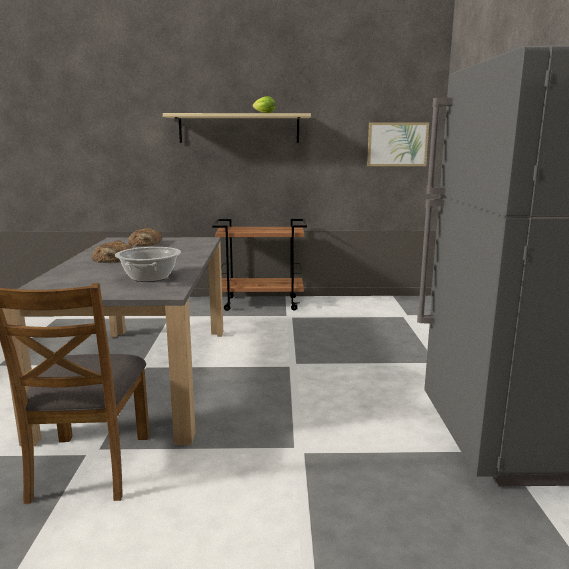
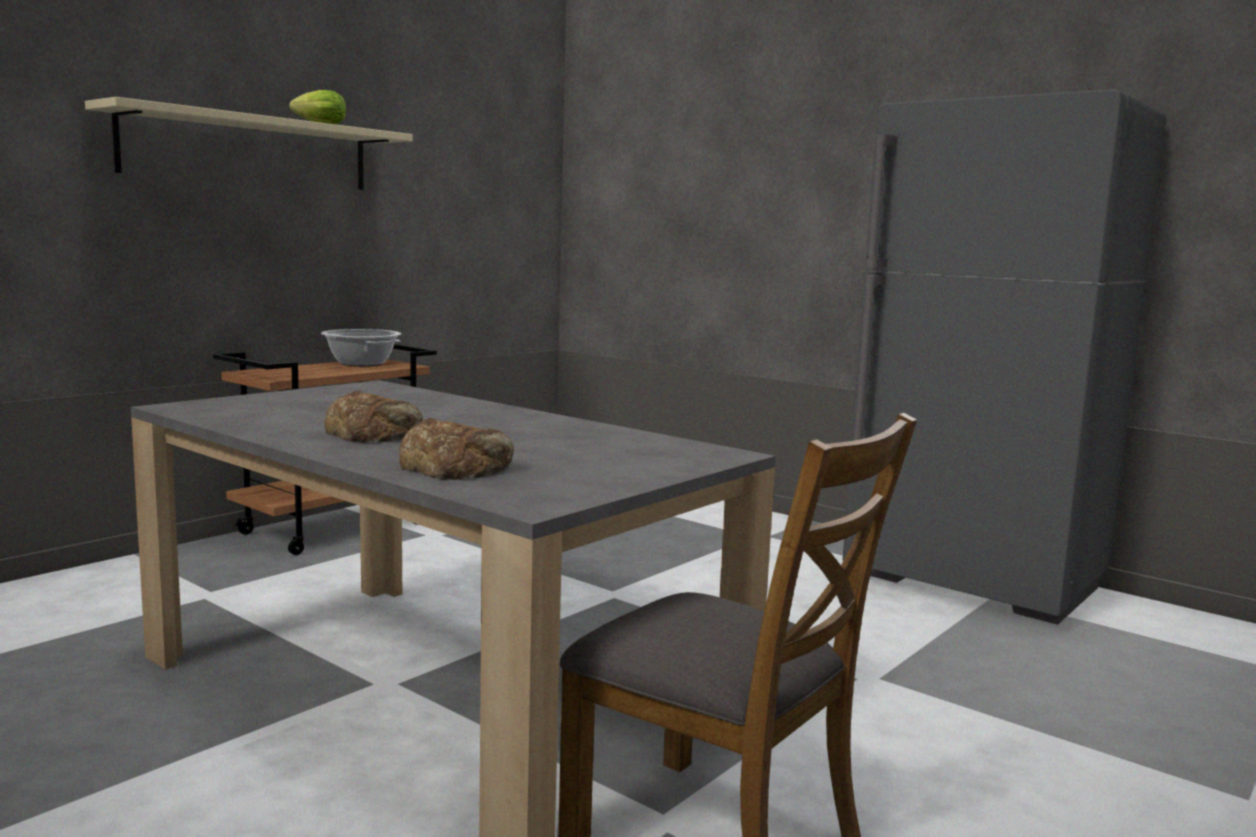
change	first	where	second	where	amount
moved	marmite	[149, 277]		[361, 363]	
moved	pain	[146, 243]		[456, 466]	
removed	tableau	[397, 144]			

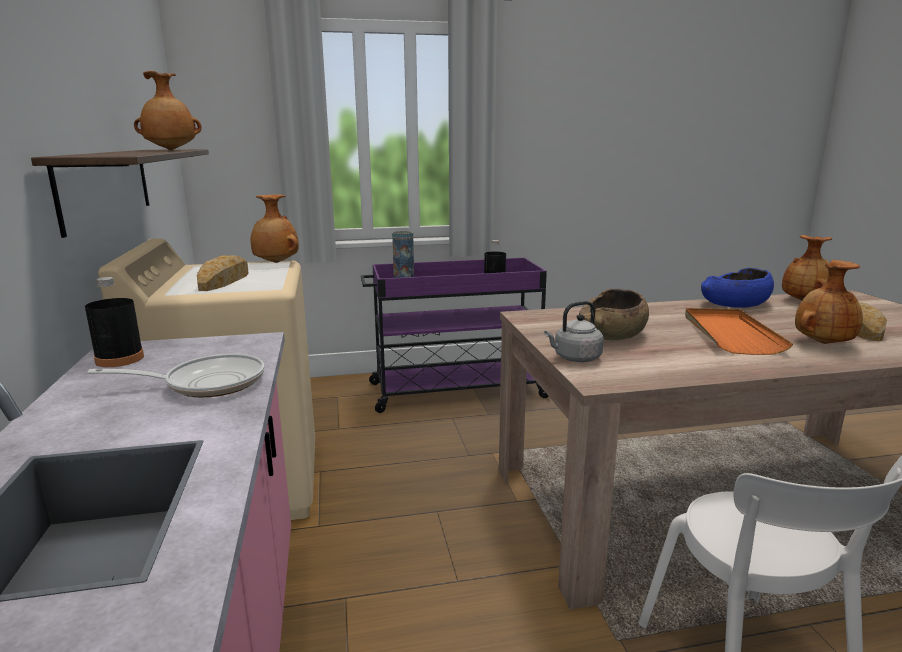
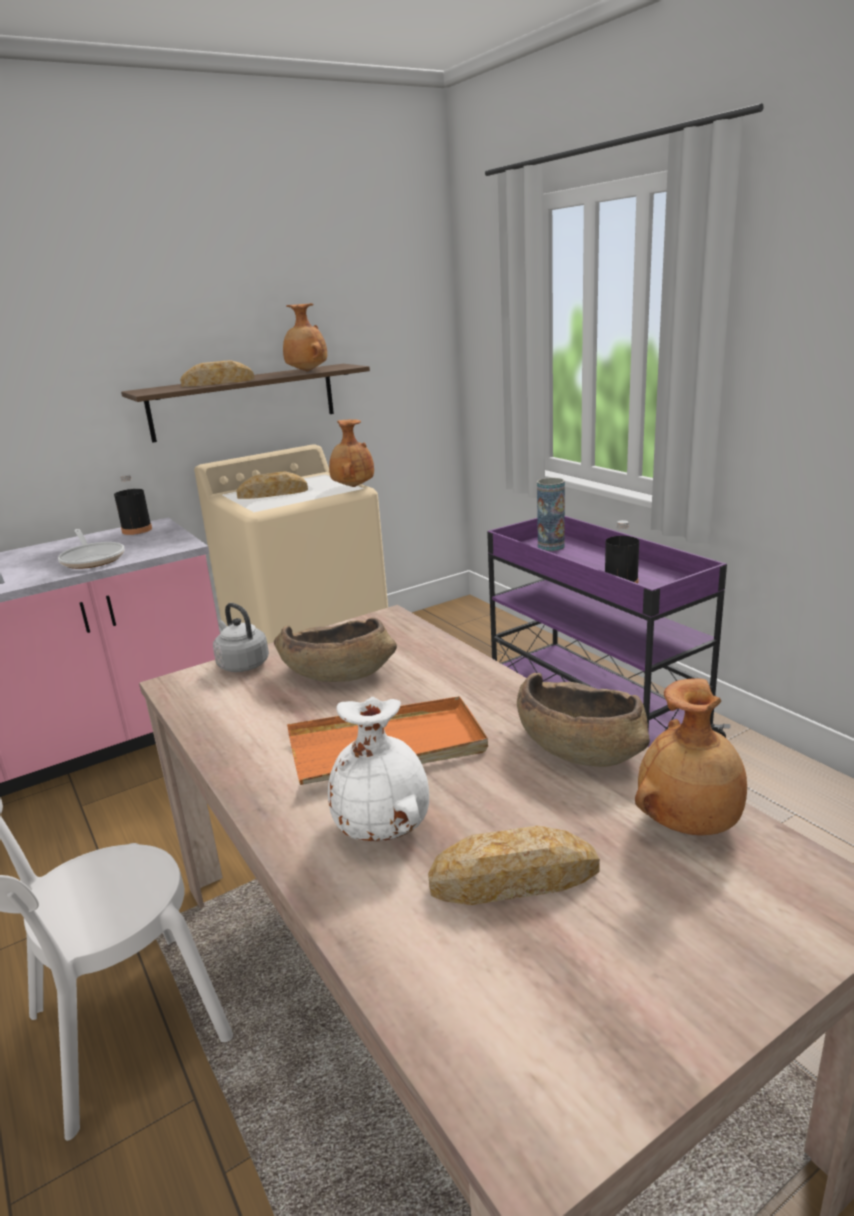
change	first	where	second	where	amount
recoloured	bol/bleu	[735, 304]	bol/marron	[578, 746]	
recoloured	vase/marron	[822, 343]	vase/blanc	[384, 828]	
added			pain	[218, 382]	

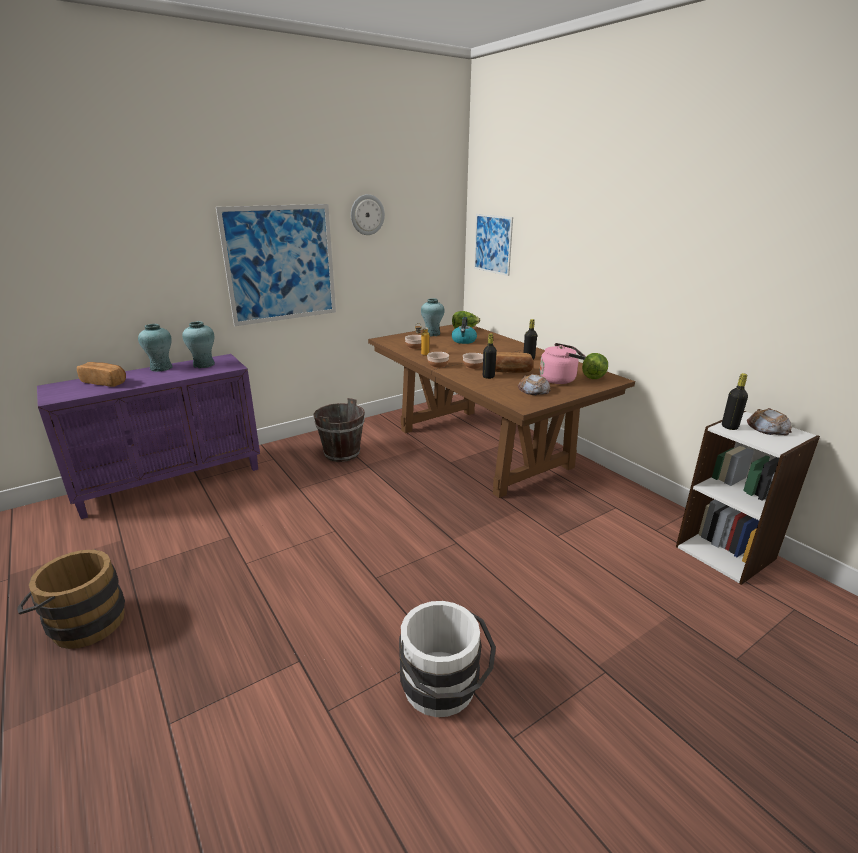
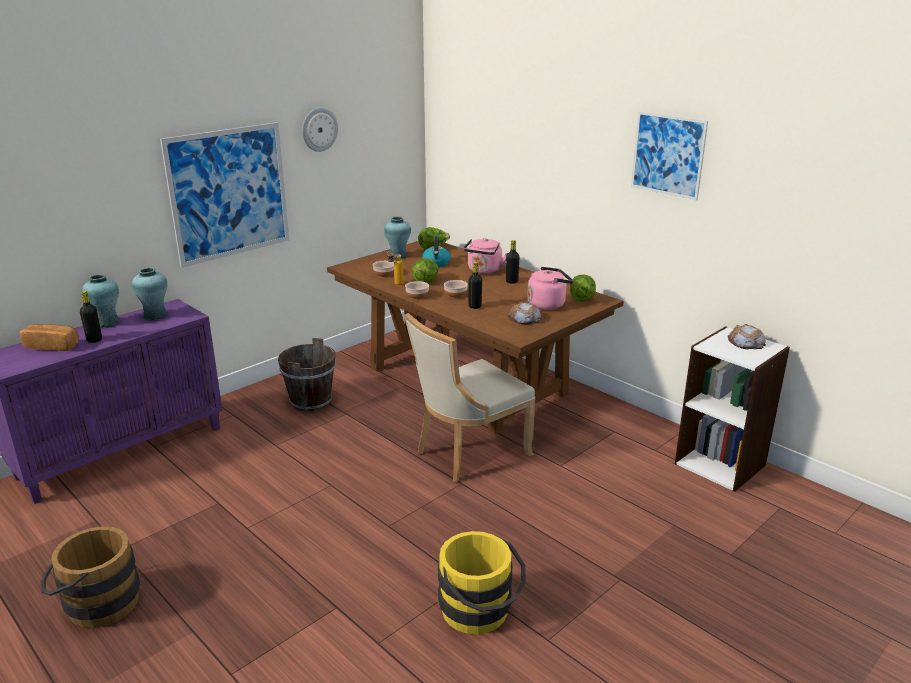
change	first	where	second	where	amount
recoloured	seau/blanc	[443, 690]	seau/jaune	[479, 613]	
moved	tableau	[492, 244]		[668, 155]	
removed	pain	[510, 371]			
moved	bouteille/noir	[729, 427]		[94, 340]	
added			chaise/beige	[468, 453]	
added			laitue	[426, 281]	
added			bouilloire/rose	[484, 271]	

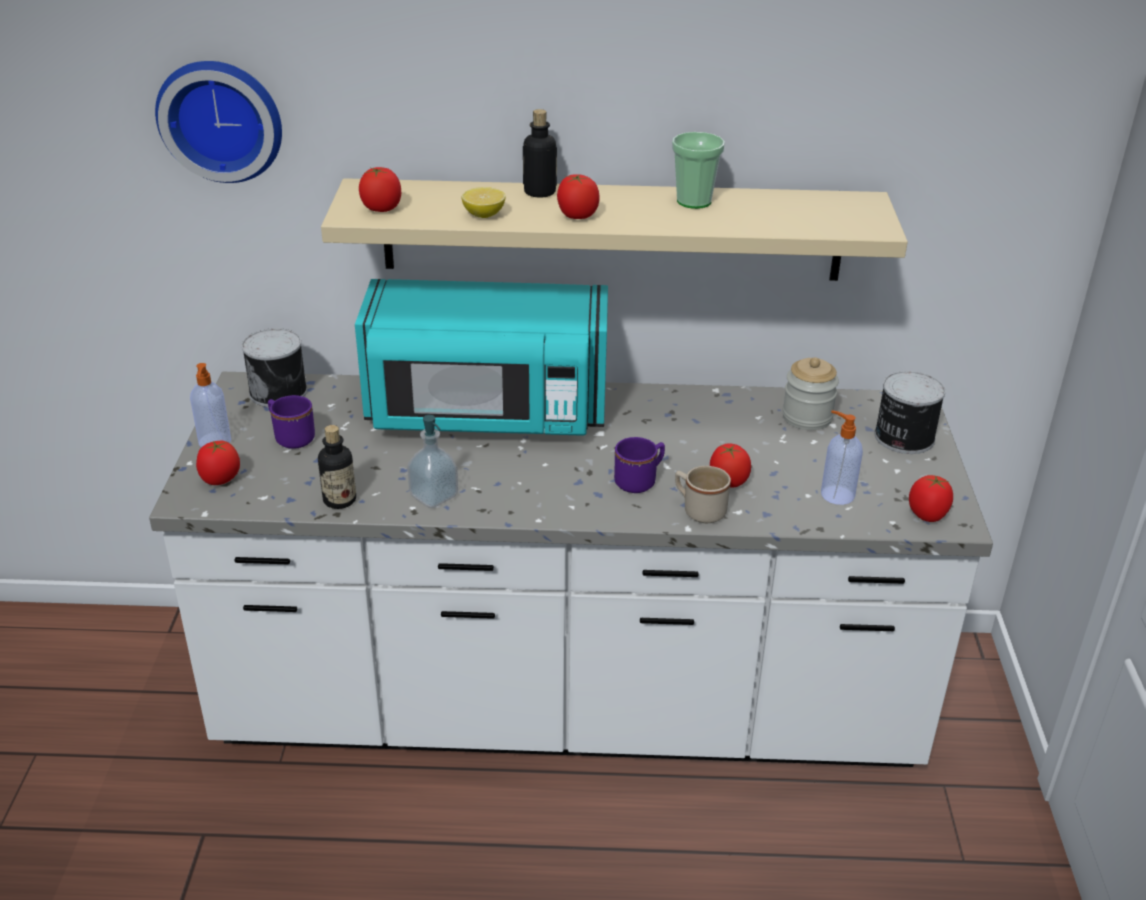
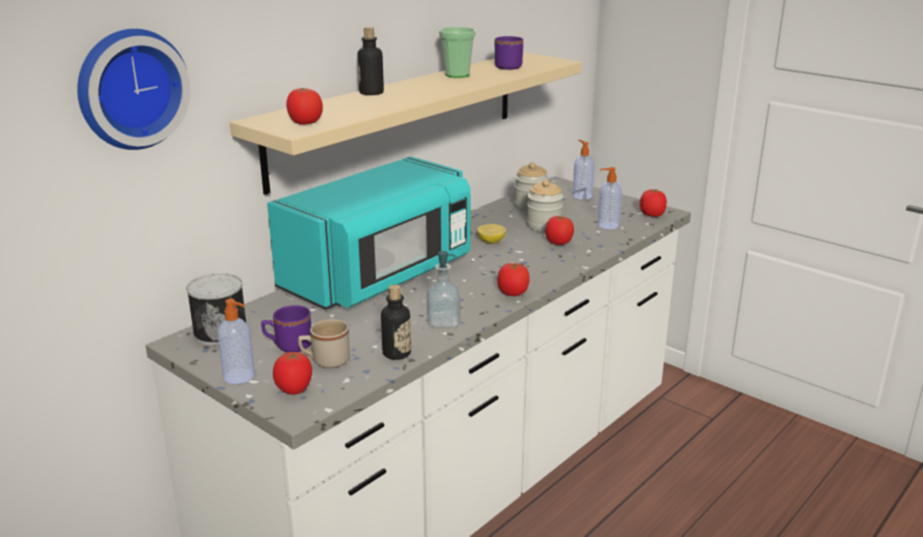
change	first	where	second	where	amount
moved	citron	[484, 215]		[491, 242]	
moved	tomate	[577, 216]		[513, 293]	
moved	mug/violet	[640, 481]		[508, 66]	
moved	mug/beige	[699, 510]		[325, 361]	
replaced	boîte métallique	[902, 437]	distributeur de savon	[581, 195]	
added			bocal	[543, 226]	

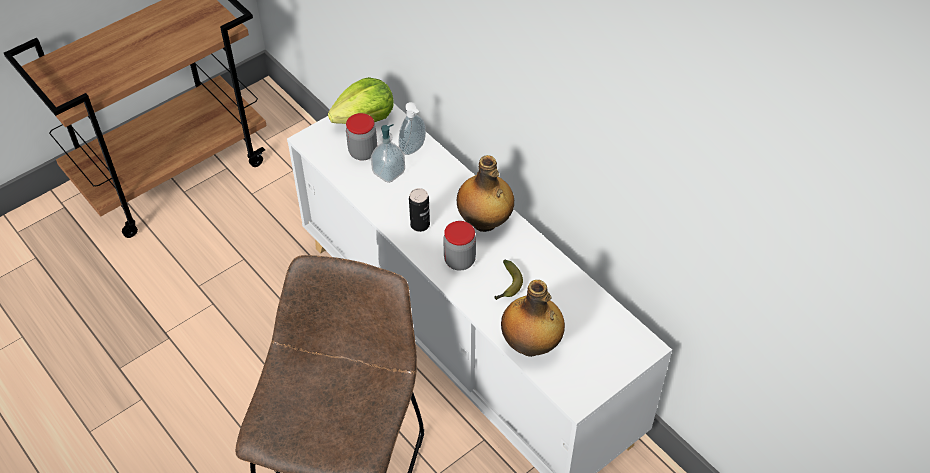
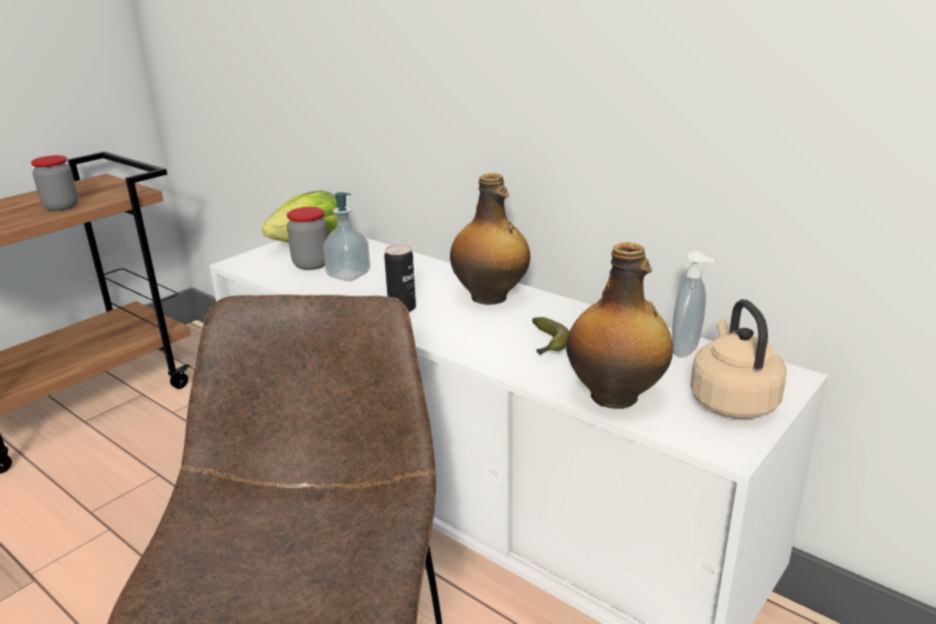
change	first	where	second	where	amount
moved	distributeur de savon	[414, 150]		[688, 351]	
moved	bocal	[459, 260]		[61, 207]	
added			bouilloire/beige	[731, 400]	

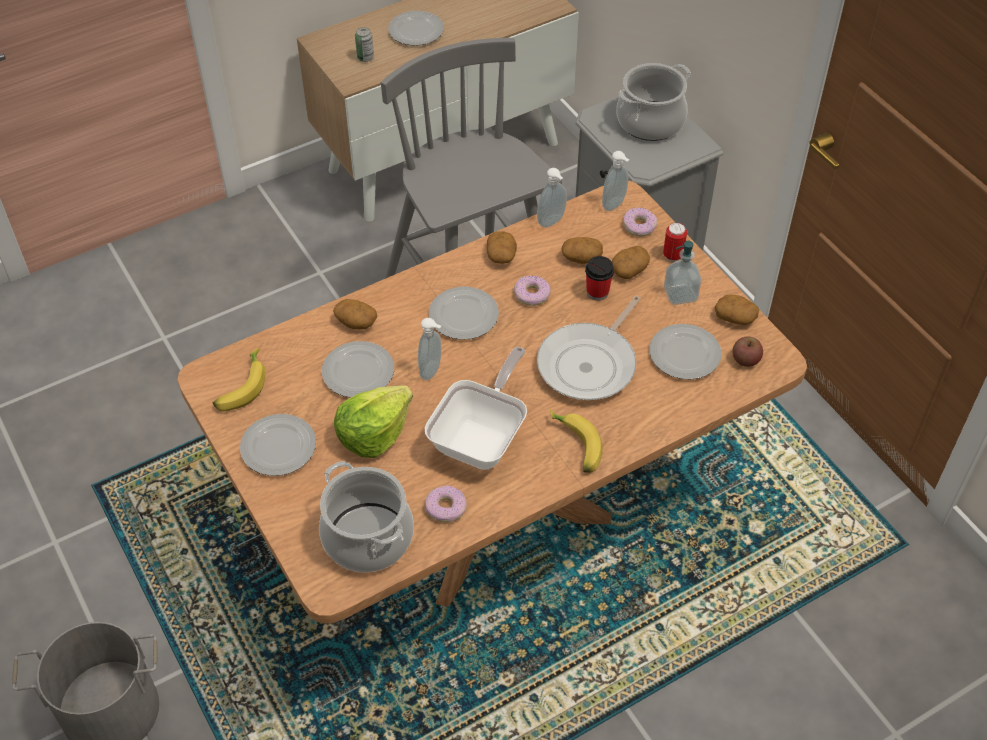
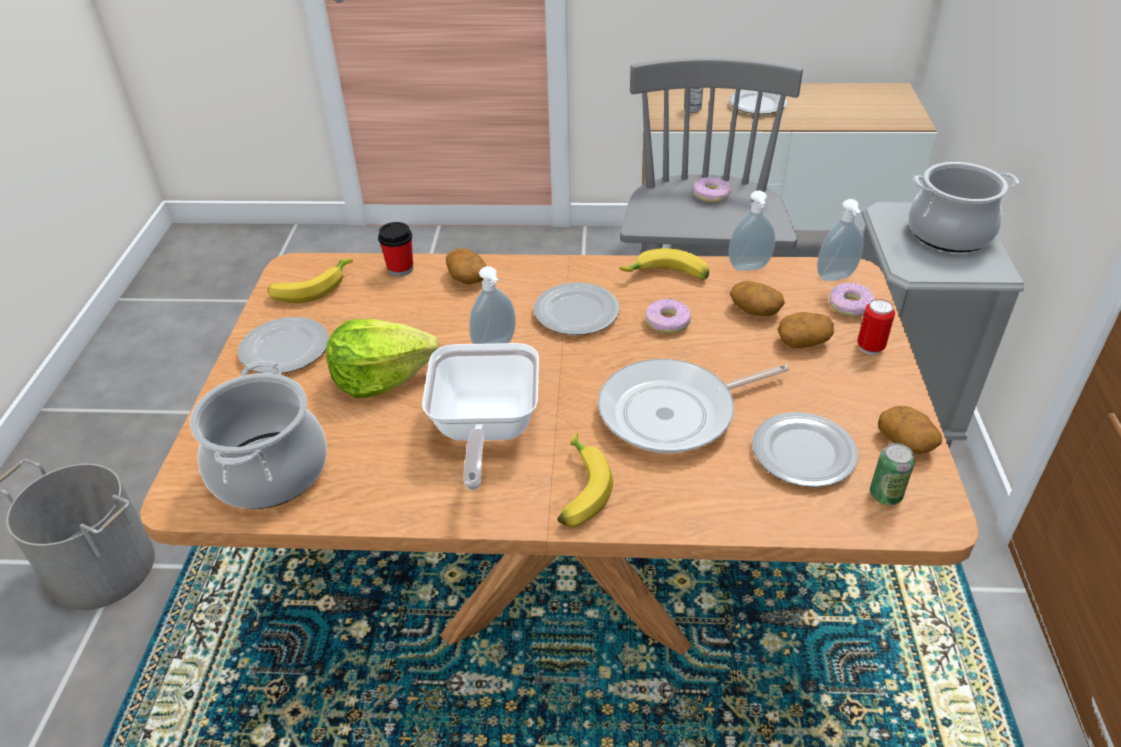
change	first	where	second	where	amount
removed	assiette	[358, 371]			
turned	poêle	[482, 437]		[484, 431]	120 degrees clockwise
moved	beignet	[446, 507]		[711, 195]	
replaced	pomme de terre	[501, 256]	banane	[666, 277]	
moved	tasse	[597, 292]		[400, 269]	
removed	distributeur de savon	[680, 294]			
replaced	pomme	[745, 360]	boîte métallique	[885, 495]	

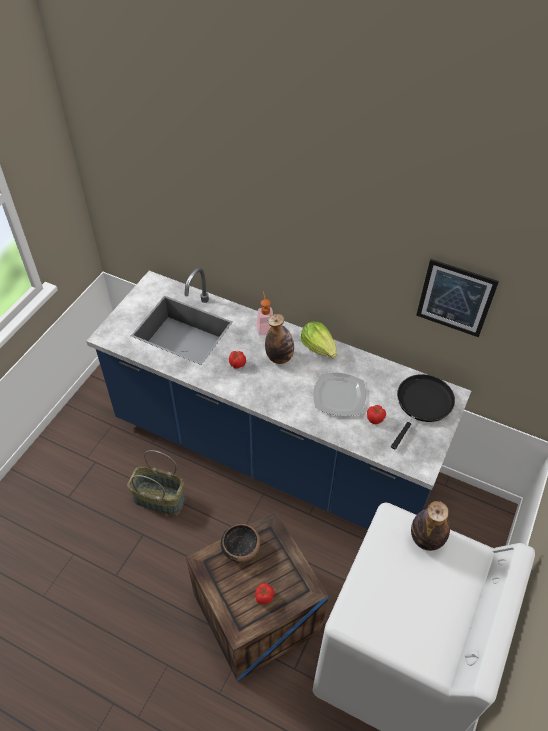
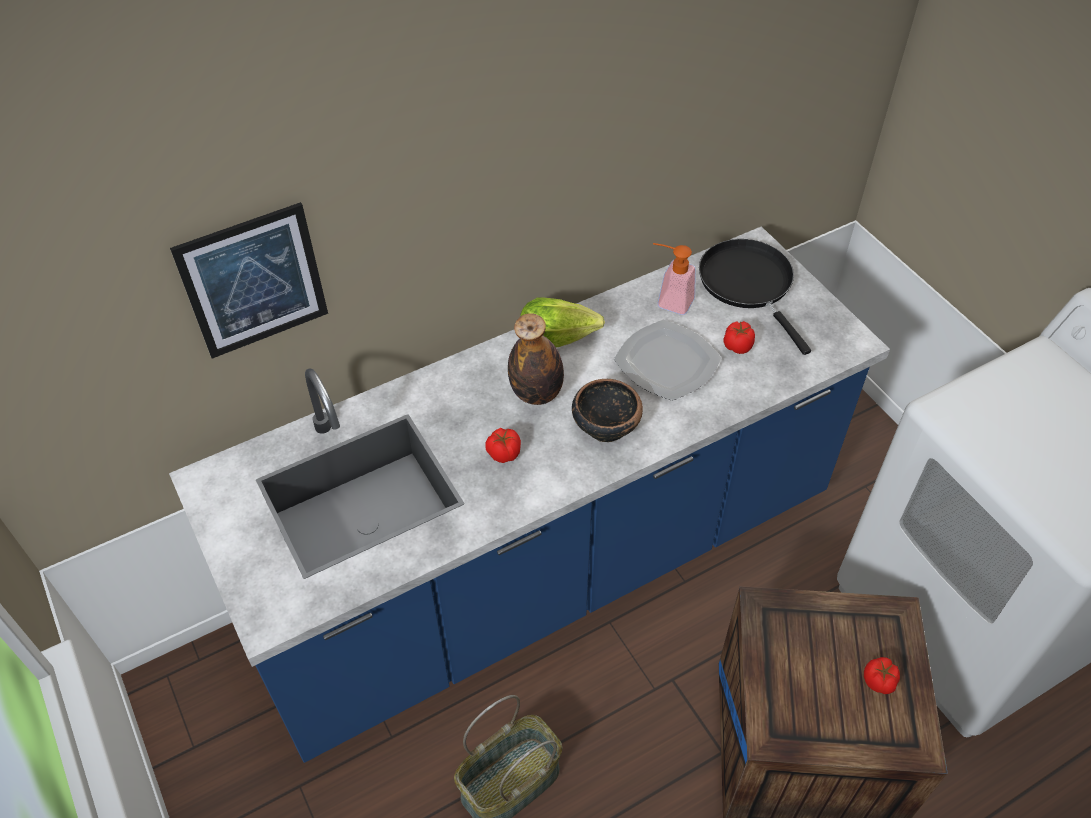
change	first	where	second	where	amount
moved	bol	[241, 548]		[605, 425]	
moved	distributeur de savon	[265, 326]		[669, 300]	
removed	bouteille	[426, 539]			
moved	tableau	[455, 298]		[254, 281]	

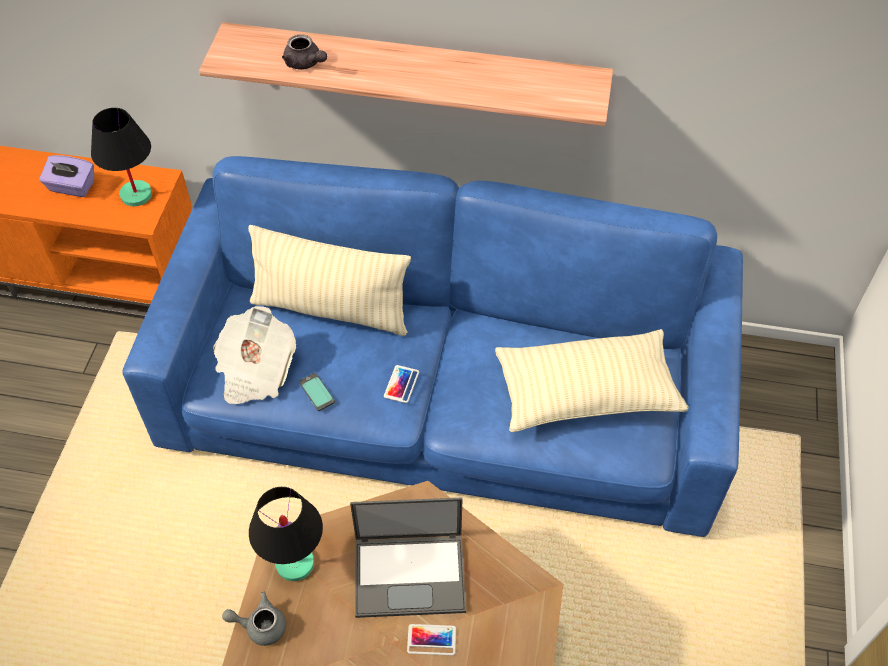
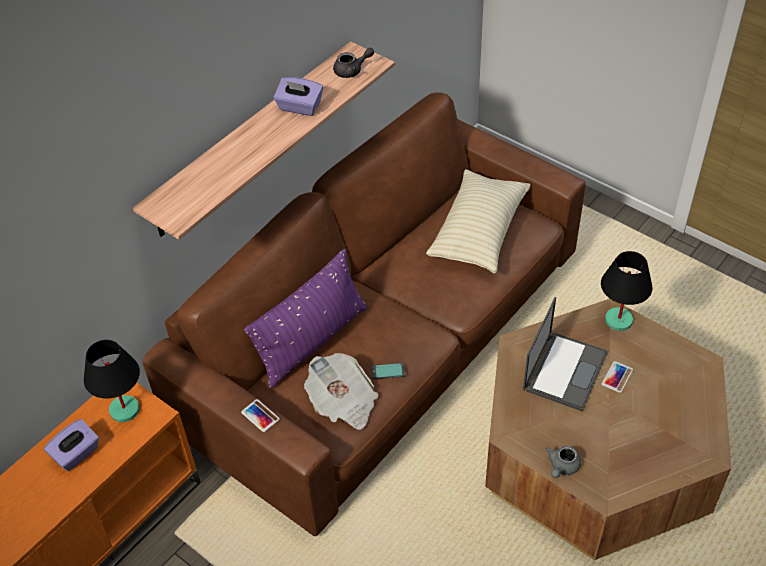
change	first	where	second	where	amount
recoloured	canapé/bleu	[444, 394]	canapé/marron	[384, 338]	
recoloured	coussin/beige	[331, 309]	coussin/violet	[312, 341]	
moved	lampe de table/noir	[294, 562]		[618, 320]	
moved	théière/gris	[305, 63]		[352, 71]	
moved	téléphone	[401, 384]		[260, 416]	
added			boîte à mouchoirs/violet	[299, 107]	

